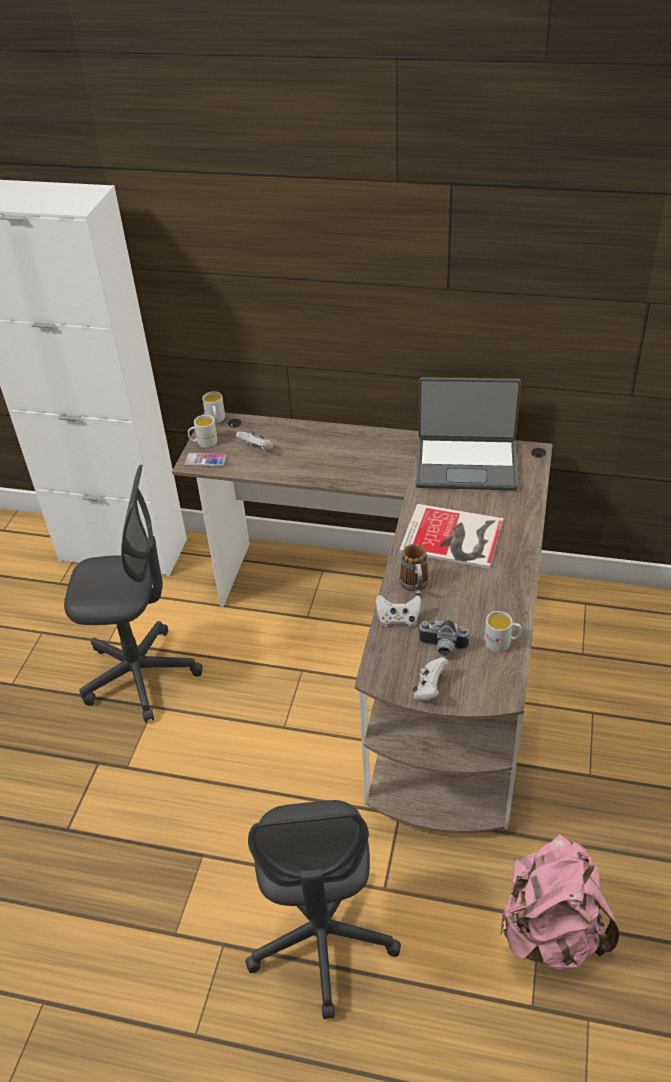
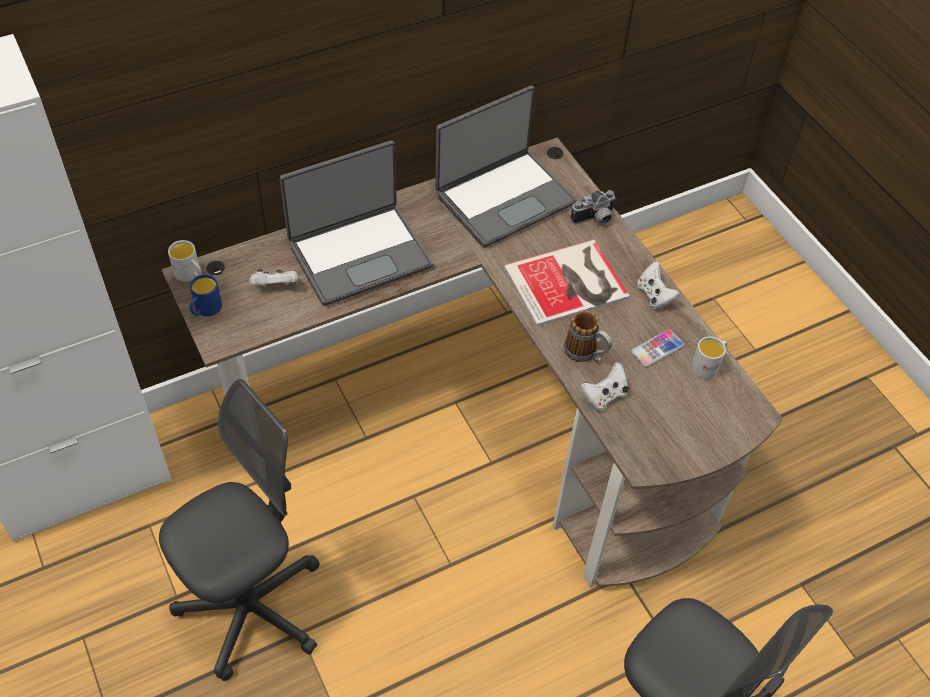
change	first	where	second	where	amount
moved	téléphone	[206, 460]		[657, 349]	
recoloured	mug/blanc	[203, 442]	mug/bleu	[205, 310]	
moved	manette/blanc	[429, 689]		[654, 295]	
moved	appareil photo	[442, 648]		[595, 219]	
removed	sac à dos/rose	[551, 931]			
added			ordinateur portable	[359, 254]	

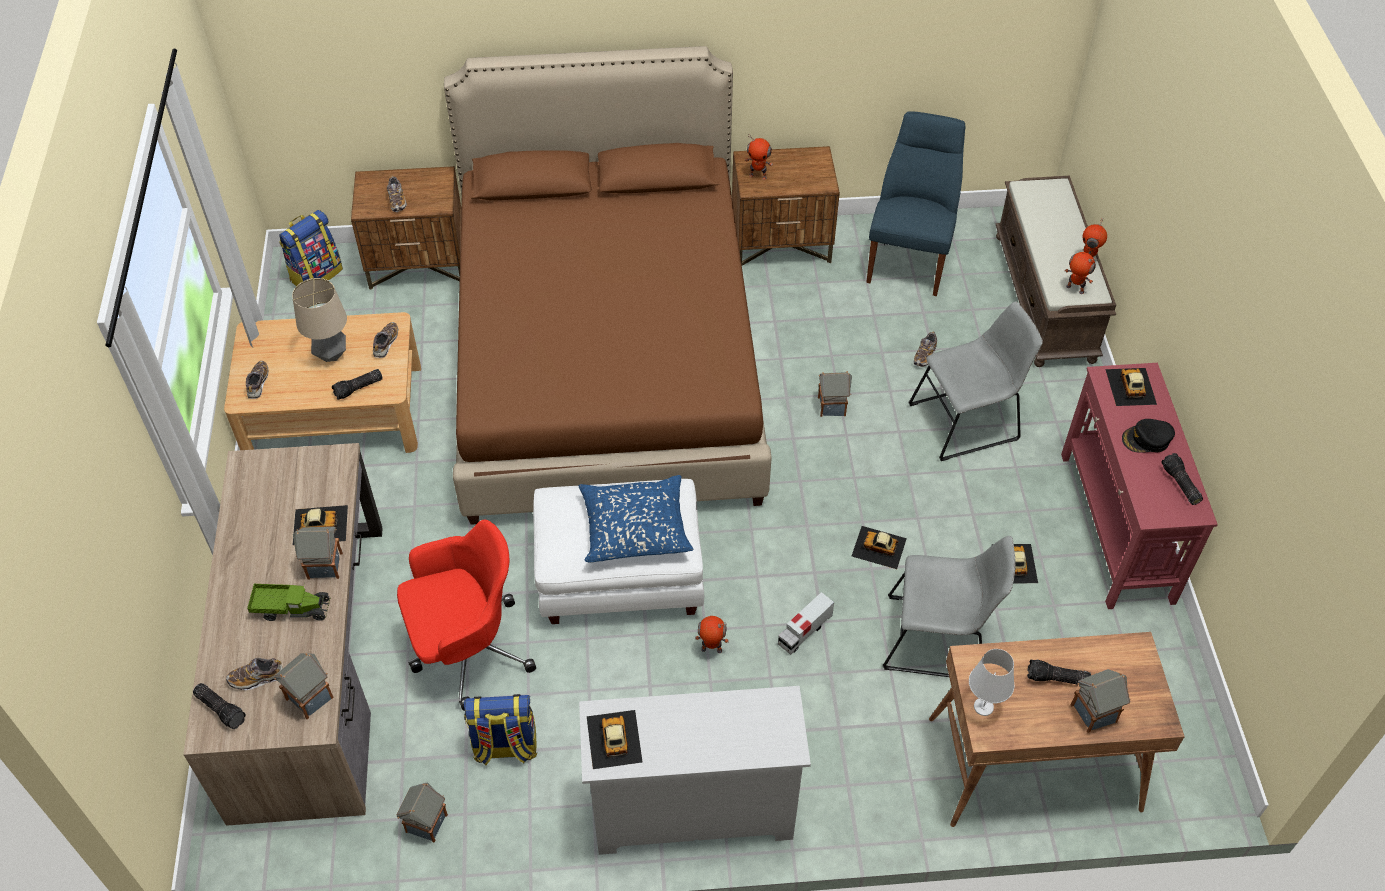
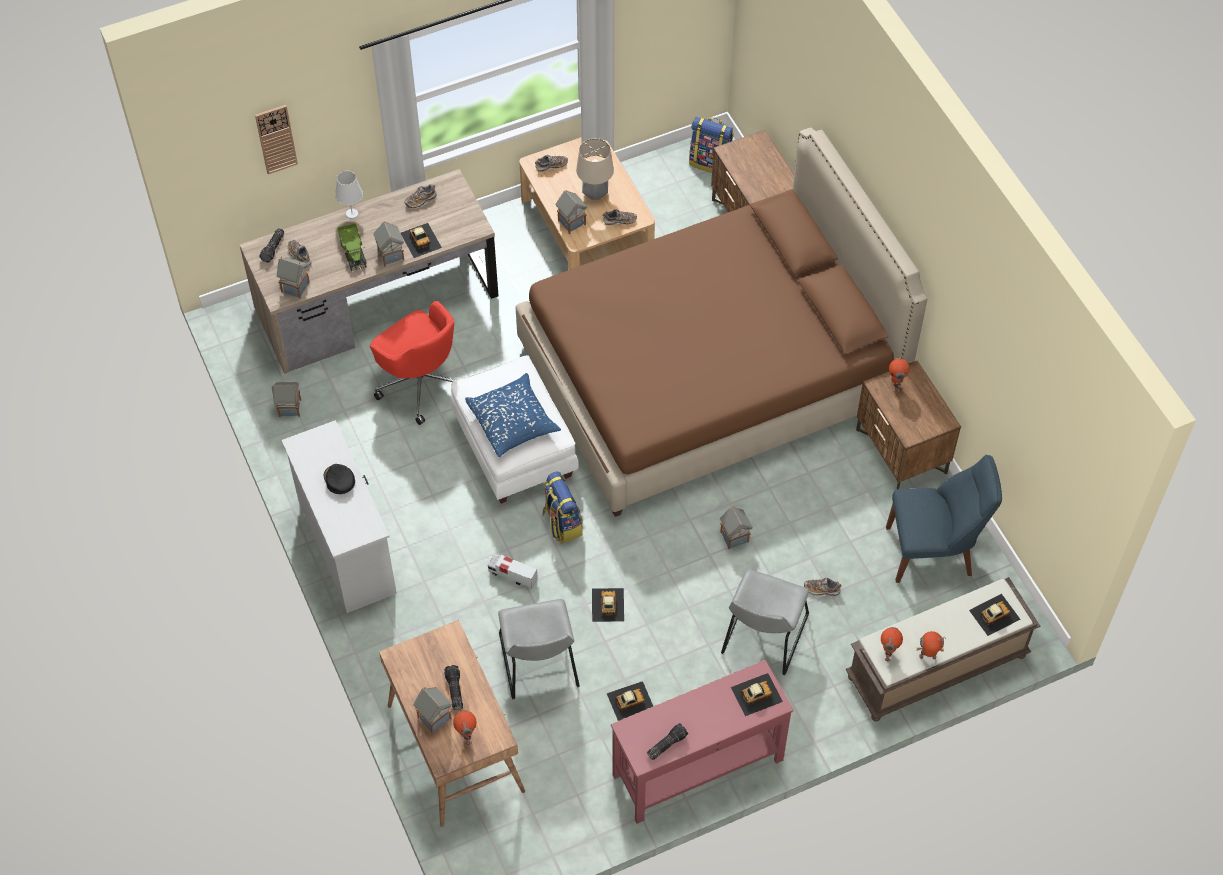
change	first	where	second	where	amount
replaced	lampe de poche	[358, 389]	maison miniature	[571, 222]	
moved	chaussure	[397, 200]		[421, 200]	
moved	sac à dos	[505, 747]		[562, 523]	
moved	petite voiture	[613, 739]		[994, 614]	
moved	robot jouet	[711, 650]		[466, 737]	
turned	chaise/gris	[968, 421]		[763, 638]	60 degrees clockwise
moved	lampe de table/blanc	[984, 706]		[352, 214]	
moved	casquette/noir	[1147, 439]		[339, 480]	
added			horloge murale	[276, 139]	

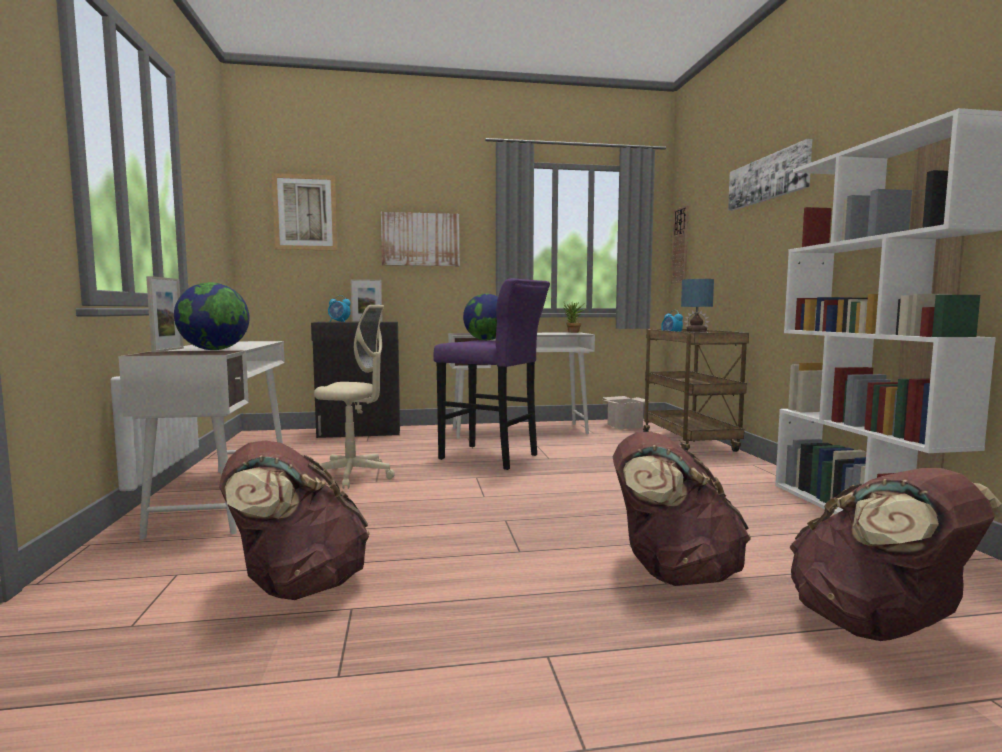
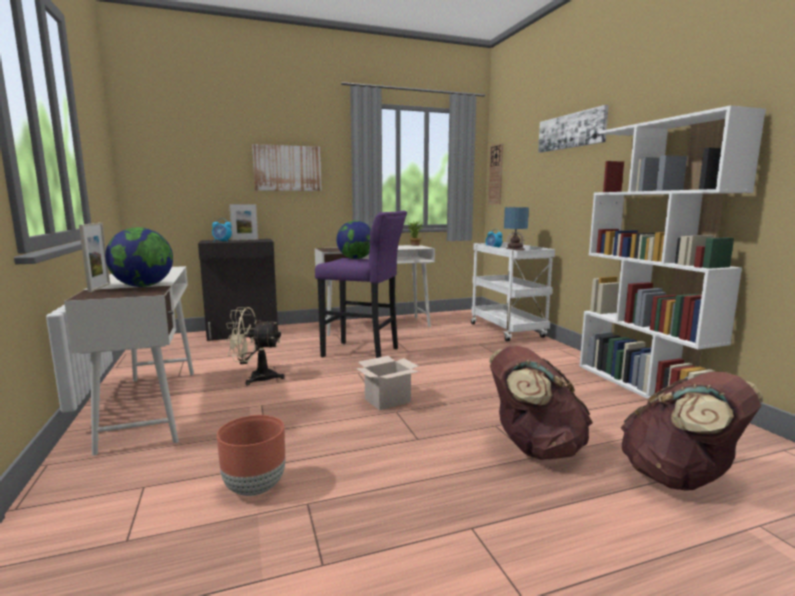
change	first	where	second	where	amount
replaced	sac à dos/marron	[297, 586]	cache-pot/marron	[254, 487]	
removed	tableau	[305, 212]			
replaced	chaise de bureau/beige	[353, 476]	ventilateur/beige	[256, 378]	
moved	carton	[625, 426]		[388, 400]	
recoloured	chariot/marron	[690, 443]	chariot/blanc	[508, 331]	

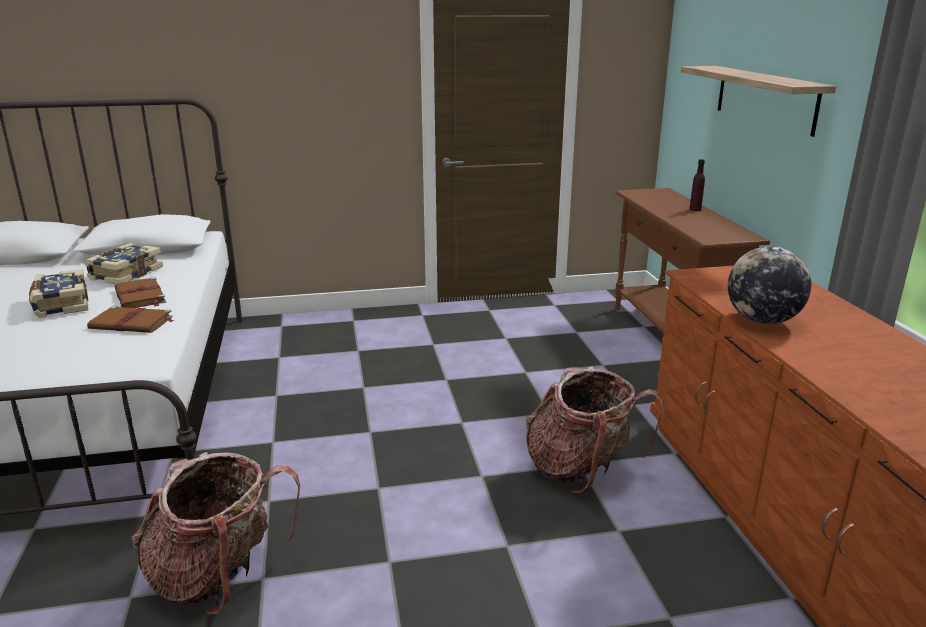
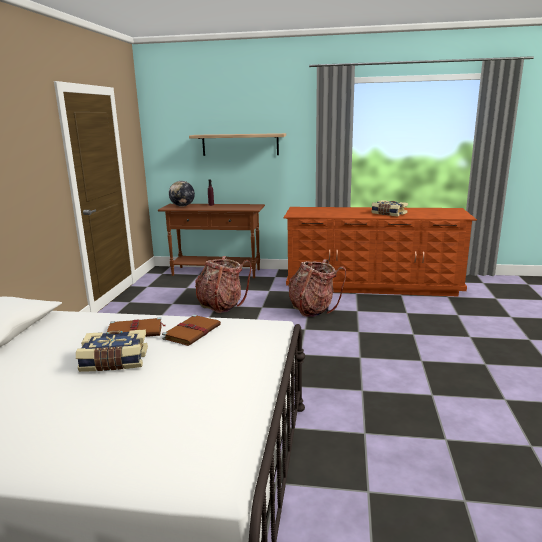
change	first	where	second	where	amount
moved	livre	[125, 274]		[388, 214]	
moved	sac à dos	[219, 577]		[221, 305]	
moved	globe	[762, 321]		[182, 206]	

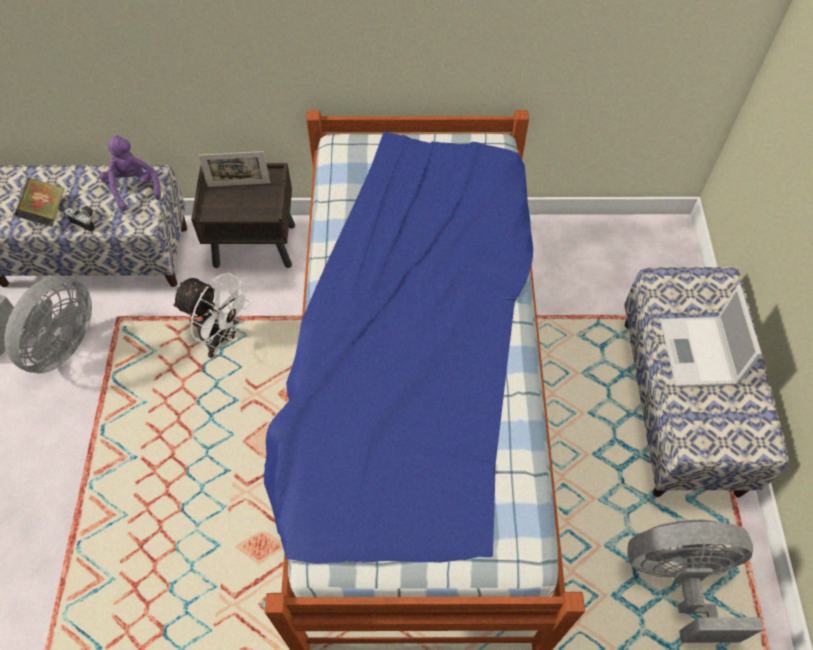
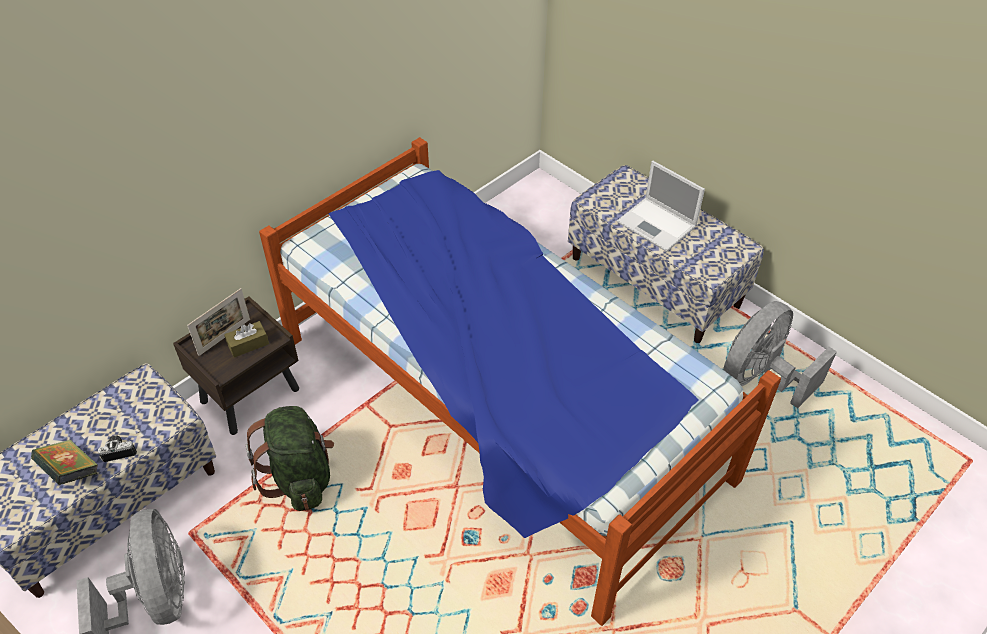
change	first	where	second	where	amount
removed	peluche/violet	[133, 188]			
replaced	ventilateur/blanc	[221, 337]	sac à dos/vert	[300, 477]	
added			boîte à mouchoirs/marron	[248, 344]	

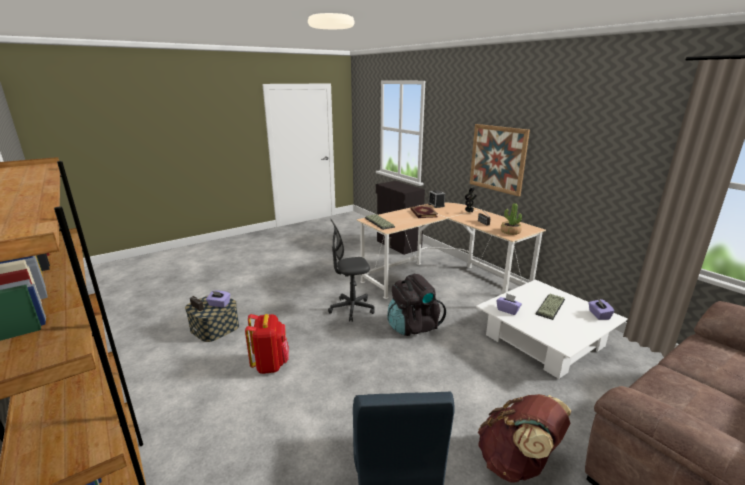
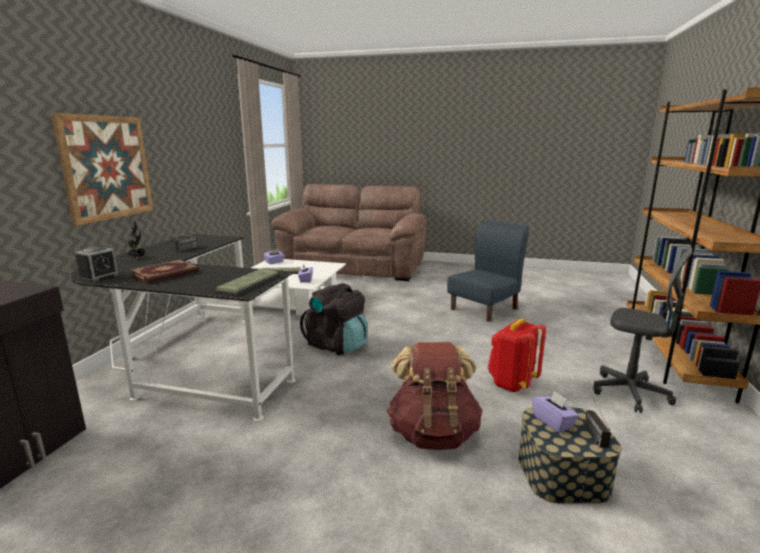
change	first	where	second	where	amount
moved	chaise de bureau/gris	[351, 309]		[630, 393]	
recoloured	bureau/beige	[443, 279]	bureau/noir	[192, 362]	
moved	sac à dos/marron	[516, 463]		[433, 433]	
removed	plante en pot	[510, 232]			

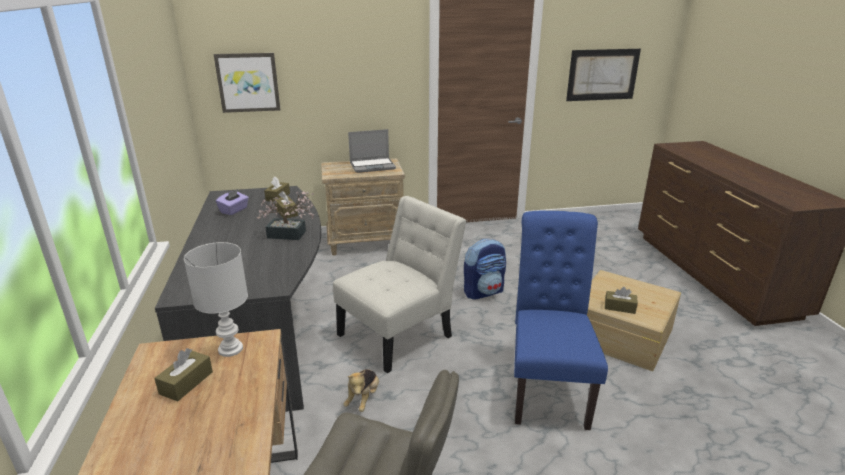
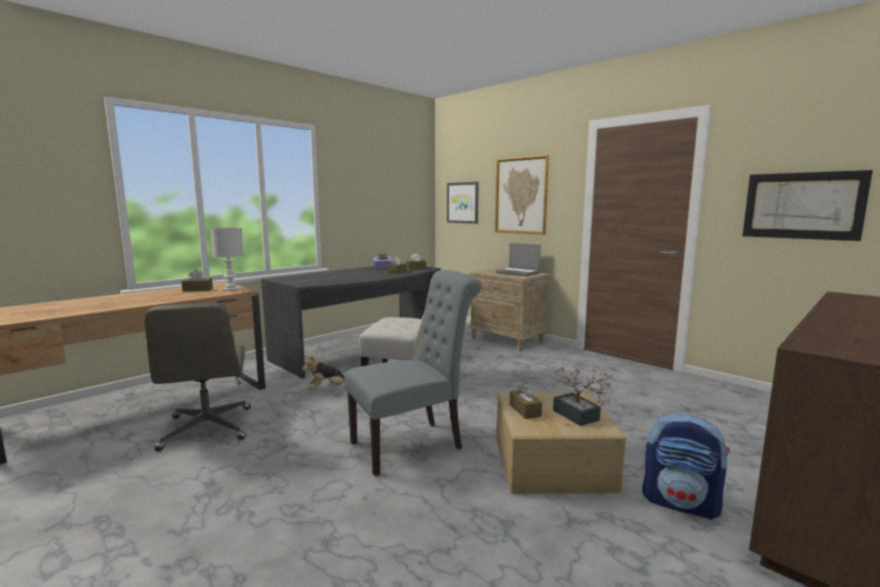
change	first	where	second	where	amount
moved	plante en pot	[291, 235]		[579, 417]	
moved	sac à dos	[484, 292]		[681, 503]	
recoloured	chaise/bleu	[547, 387]	chaise/gris	[413, 444]	
added			tableau	[521, 196]	

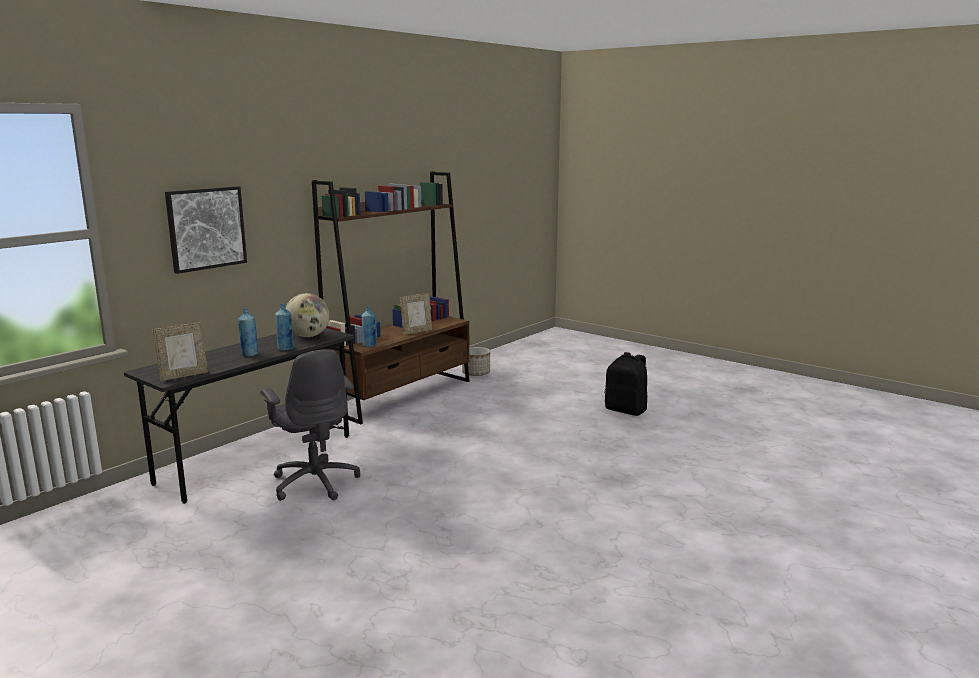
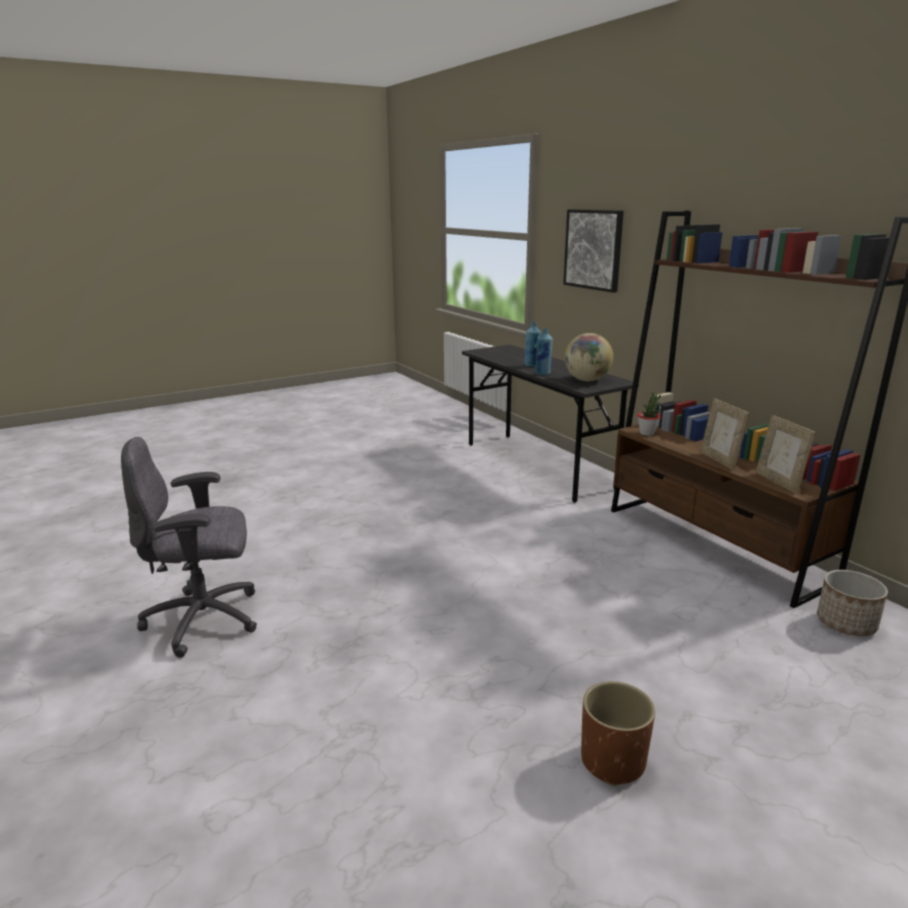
change	first	where	second	where	amount
moved	cadre photo	[183, 376]		[779, 482]	
moved	chaise de bureau/gris	[315, 482]		[205, 620]	
replaced	bouteille/bleu	[369, 346]	plante en pot	[647, 433]	
replaced	sac à dos/noir	[626, 410]	cache-pot/marron	[612, 761]	

